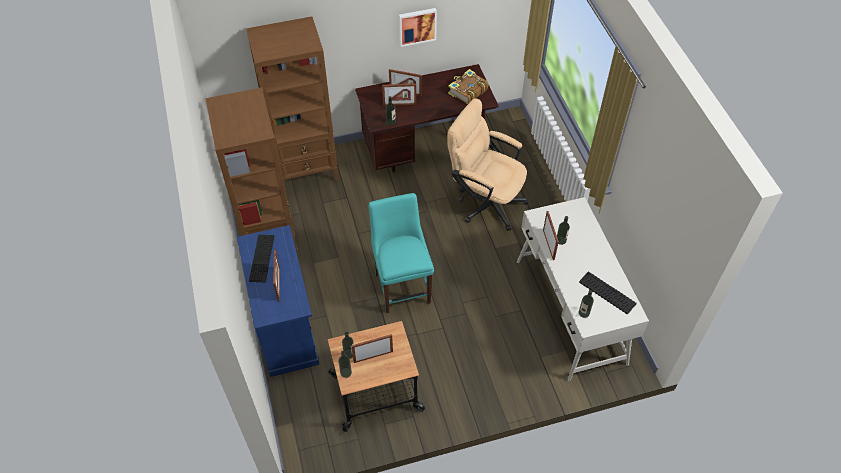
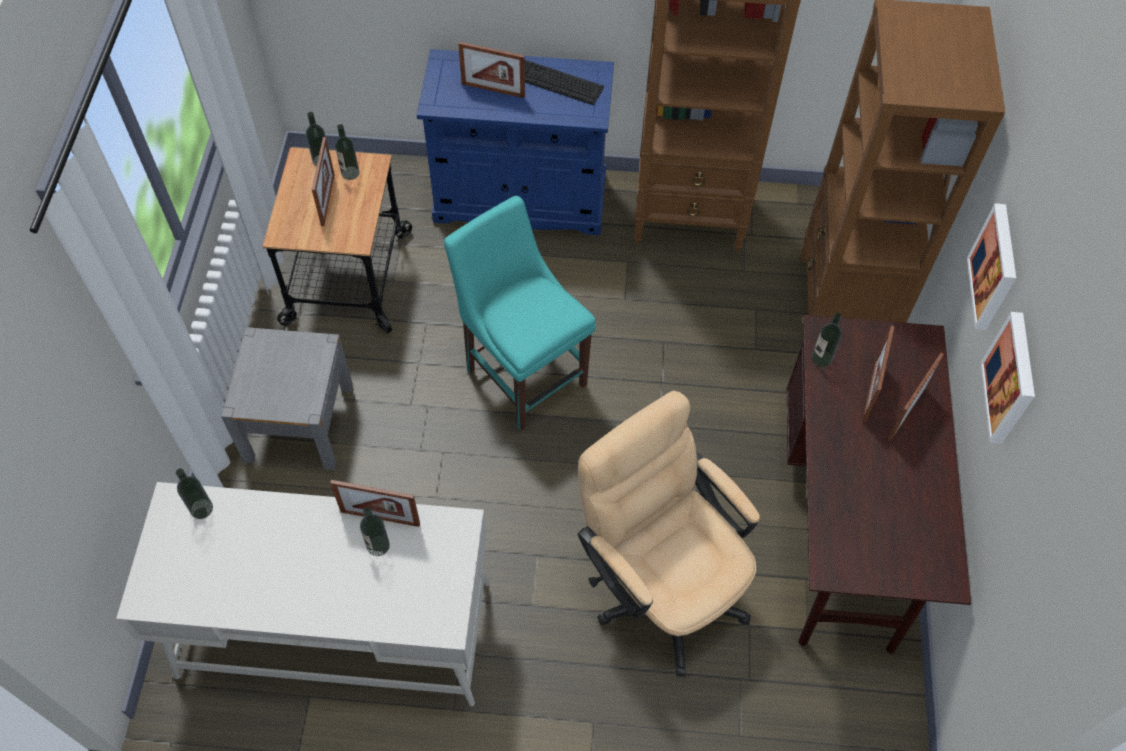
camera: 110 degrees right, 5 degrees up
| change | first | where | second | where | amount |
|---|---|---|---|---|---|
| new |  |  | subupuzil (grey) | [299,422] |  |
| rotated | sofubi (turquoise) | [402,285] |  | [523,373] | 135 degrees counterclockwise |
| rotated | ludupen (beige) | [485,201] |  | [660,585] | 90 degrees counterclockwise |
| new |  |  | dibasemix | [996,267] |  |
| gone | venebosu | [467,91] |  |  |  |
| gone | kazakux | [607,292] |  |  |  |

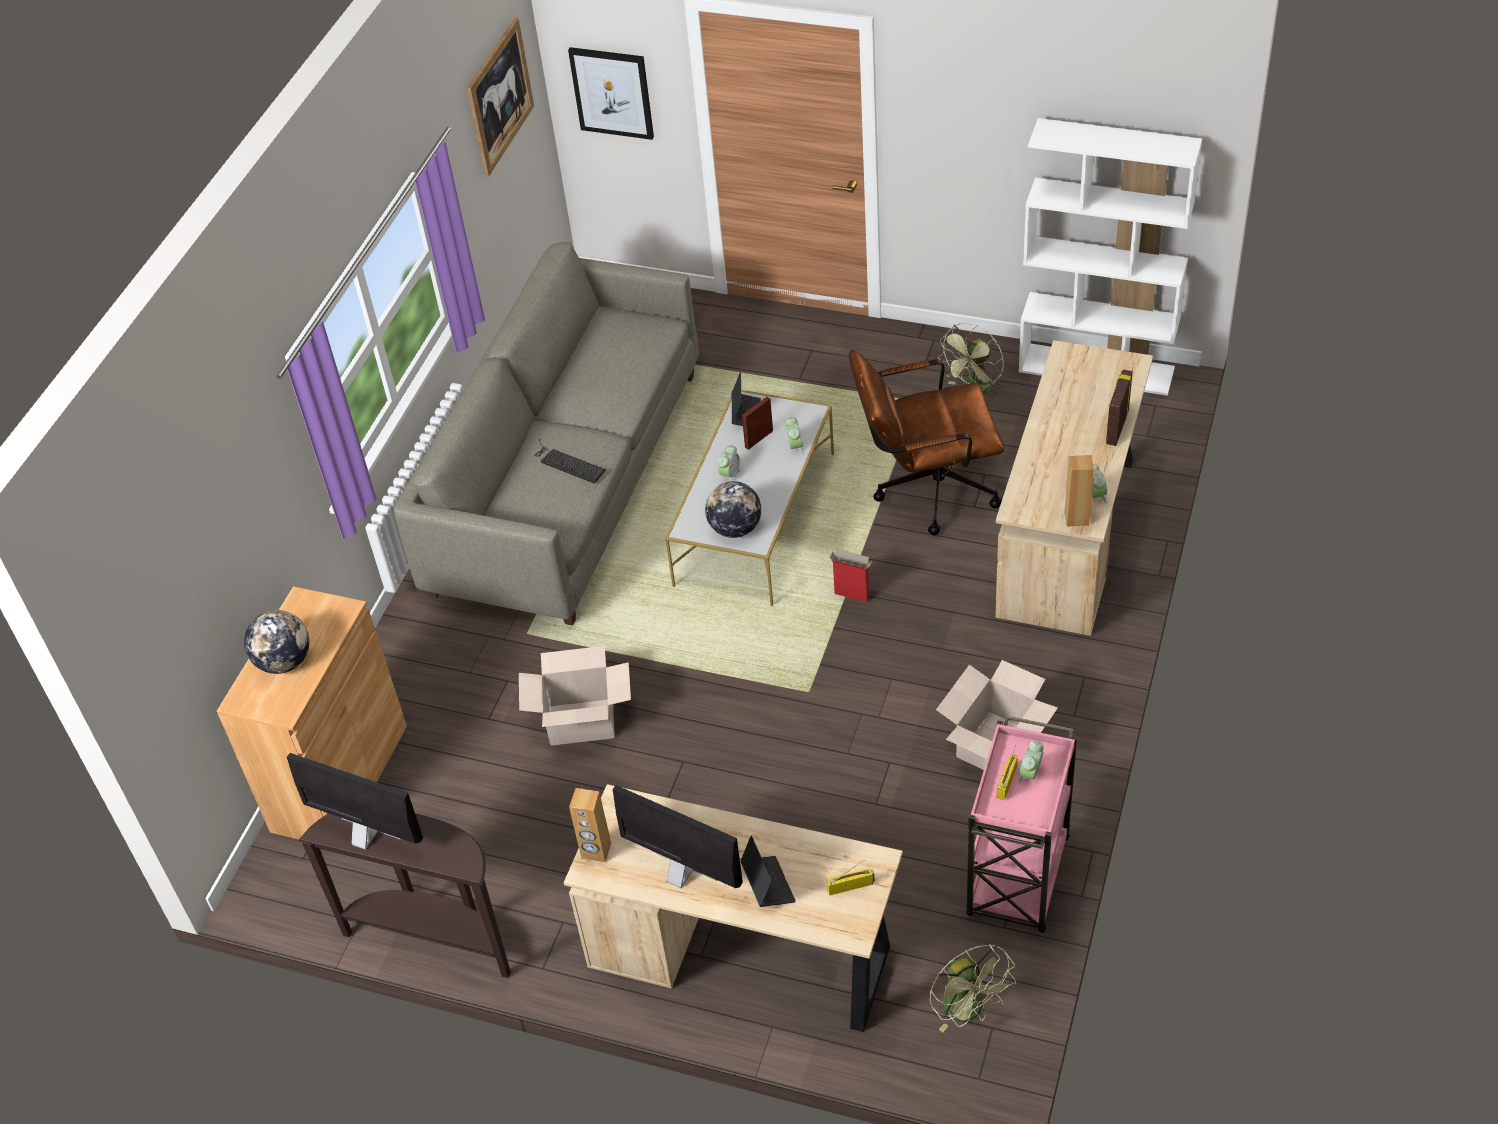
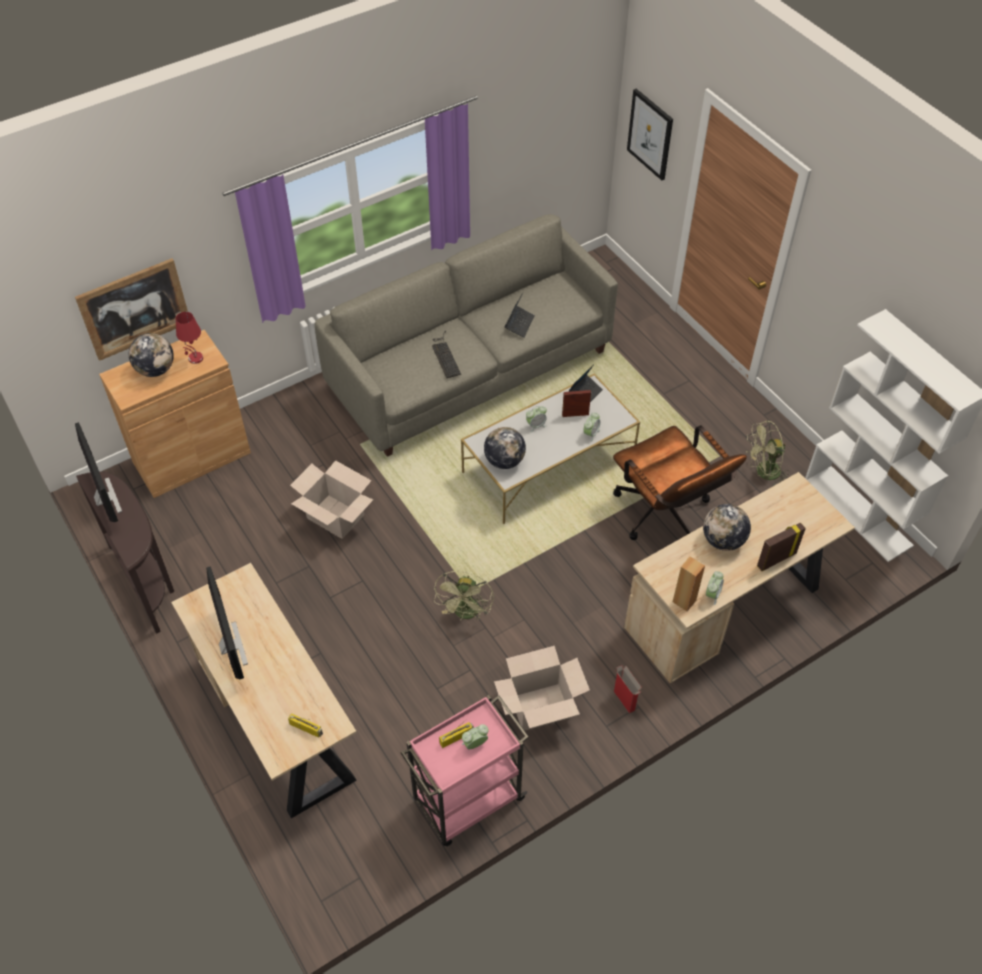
camera: 35 degrees right, 5 degrees up
| change | first | where | second | where | amount |
|---|---|---|---|---|---|
| shifted | dibasemix | [499,97] |  | [134,309] |  |
| new |  |  | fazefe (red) | [195,358] |  |
| shifted | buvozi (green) | [969,1010] |  | [466,613] |  |
| shifted | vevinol | [768,884] |  | [519,324] |  |
| rotated | ludupen (brown) | [926,490] |  | [666,516] | 150 degrees counterclockwise |
| shifted | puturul | [852,595] |  | [624,701] |  |
| new |  |  | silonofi | [723,540] |  |
| gone | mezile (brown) | [596,851] |  |  |  |

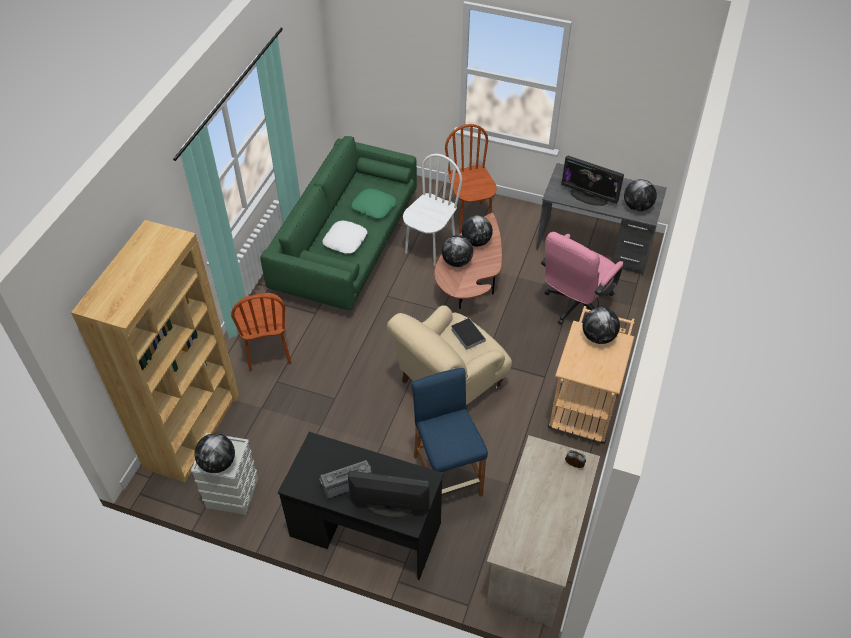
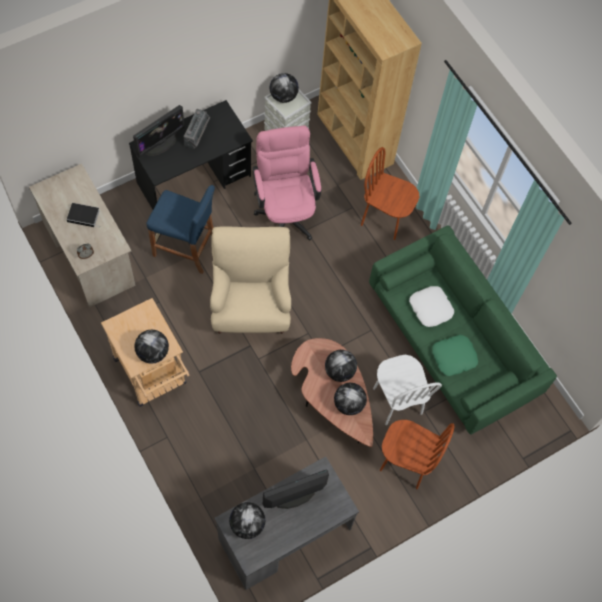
camera: 125 degrees right, 15 degrees up
| change | first | where | second | where | amount |
|---|---|---|---|---|---|
| shifted | venebosu | [467,334] |  | [84,216] |  |
| shifted | ludupen (pink) | [574,306] |  | [285,212] |  |

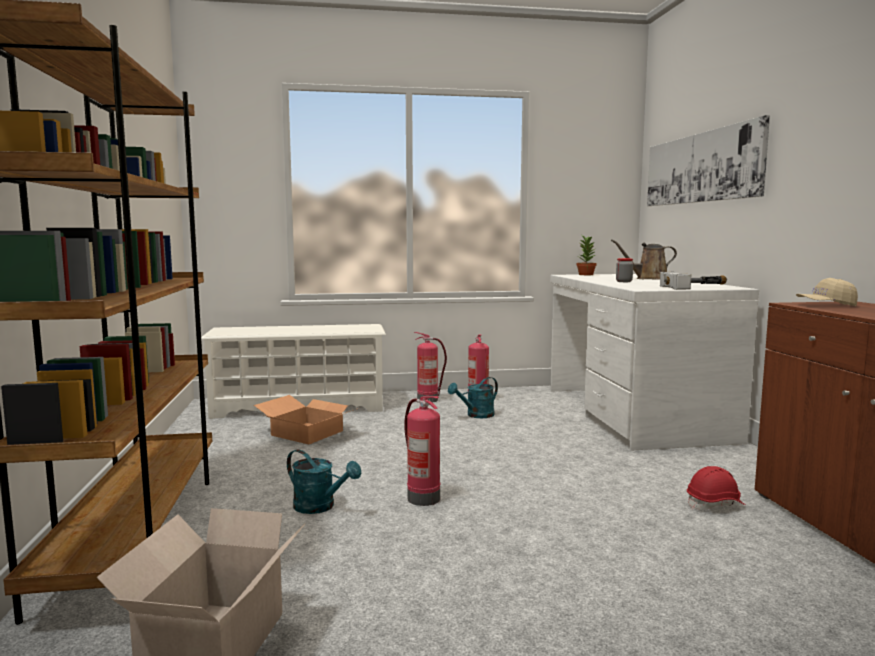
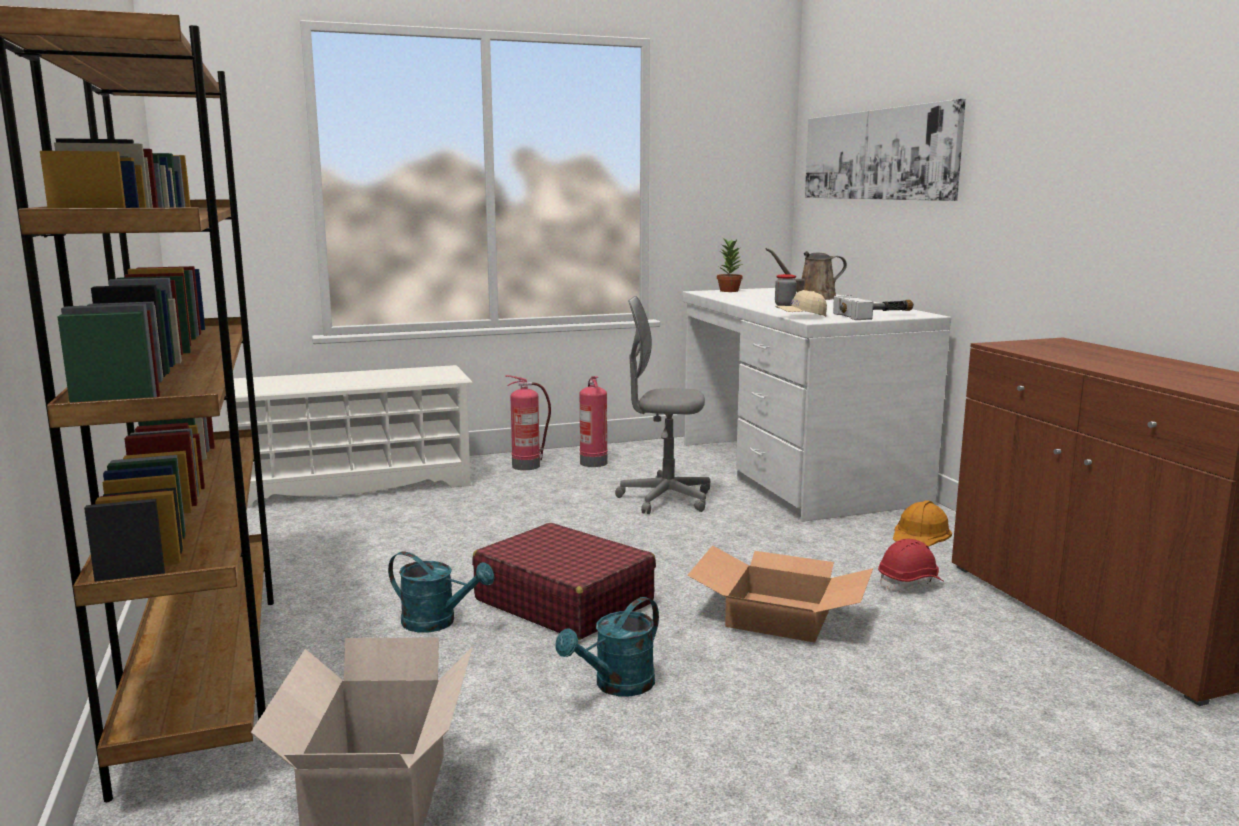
camera: 10 degrees left, 5 degrees up
| change | first | where | second | where | amount |
|---|---|---|---|---|---|
| swapped | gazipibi | [422,498] | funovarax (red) | [563,601] |  |
| shifted | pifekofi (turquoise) | [476,415] |  | [616,686] |  |
| new |  |  | ludupen (grey) | [665,499] |  |
| shifted | puturul | [308,433] |  | [781,616] |  |
| shifted | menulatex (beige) | [826,305] |  | [801,316] |  |
| new |  |  | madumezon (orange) | [921,534] |  |

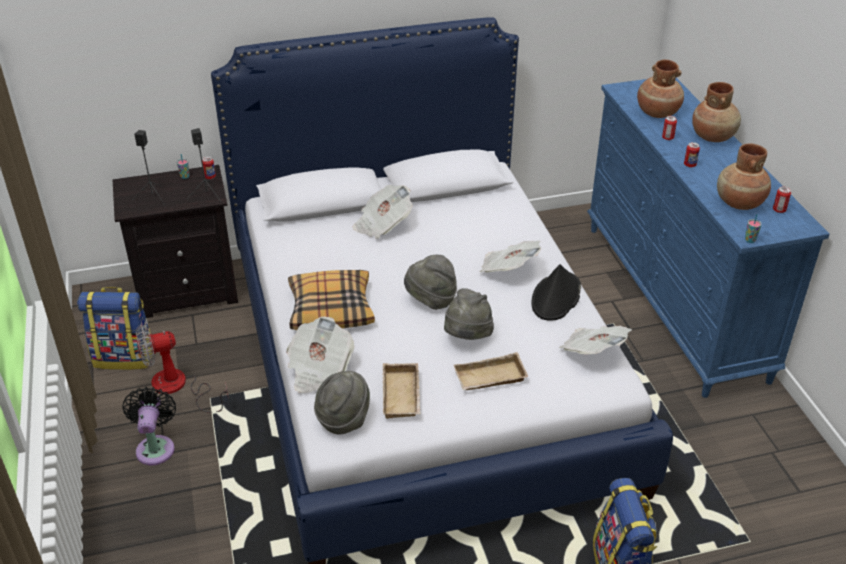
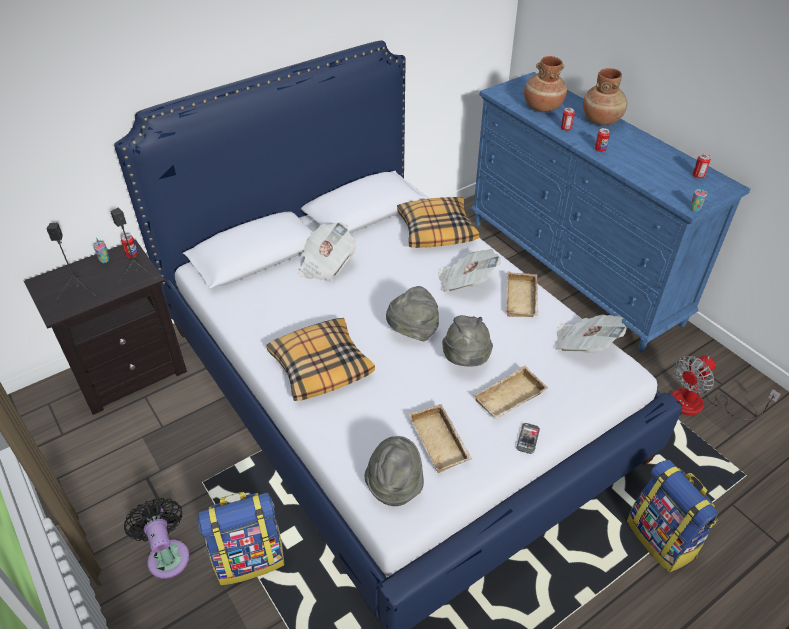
camera: 20 degrees left, 5 degrees up
| change | first | where | second | where | amount |
|---|---|---|---|---|---|
| shifted | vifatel | [125,357] |  | [250,557] |  |
| new |  |  | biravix | [436,230] |  |
| swapped | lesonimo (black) | [556,297] | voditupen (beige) | [522,299] |  |
| new |  |  | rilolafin | [528,439] |  |
| shifted | buvozi | [178,387] |  | [699,404] |  |
| gone | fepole | [319,370] |  |  |  |
| gone | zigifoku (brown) | [739,203] |  |  |  |

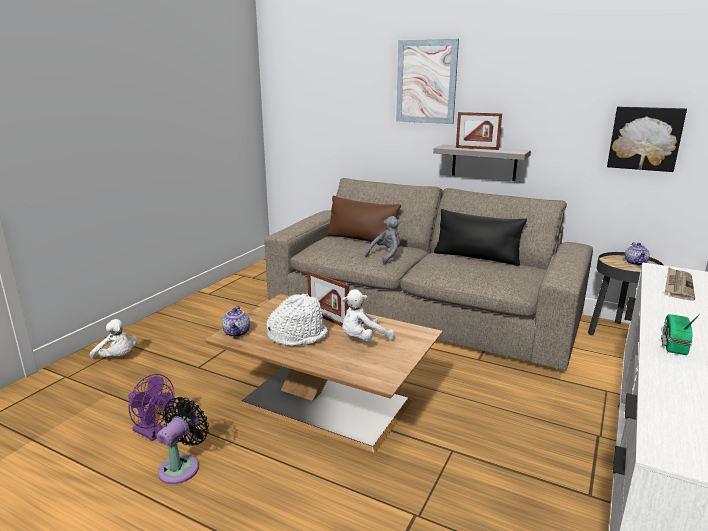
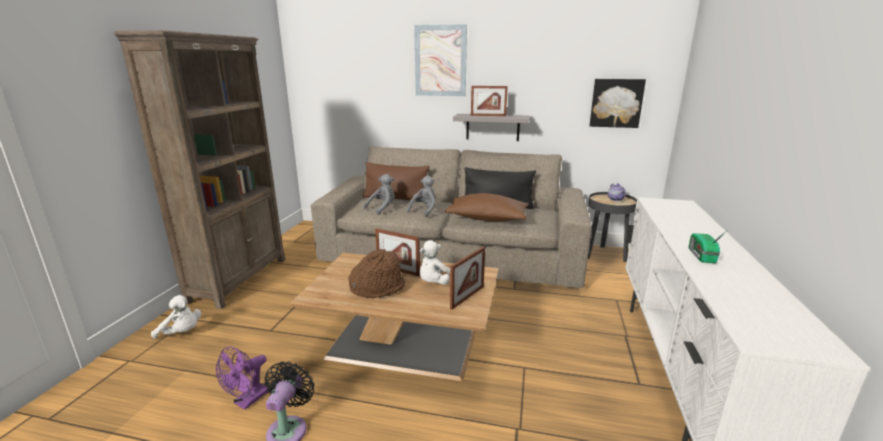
camera: 15 degrees left, 0 degrees up
| change | first | where | second | where | amount |
|---|---|---|---|---|---|
| new |  |  | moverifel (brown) | [239,279] |  |
| rotated | buvozi (purple) | [154,433] |  | [247,401] | 105 degrees clockwise |
| repainted | lesonimo (white) | [298,335] | lesonimo (brown) | [377,288] |  |
| new |  |  | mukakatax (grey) | [382,208] |  |
| new |  |  | biravix (brown) | [487,219] |  |
| new |  |  | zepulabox | [467,297] |  |
| gone | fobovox | [237,333] |  |  |  |
| gone | fepole | [678,285] |  |  |  |

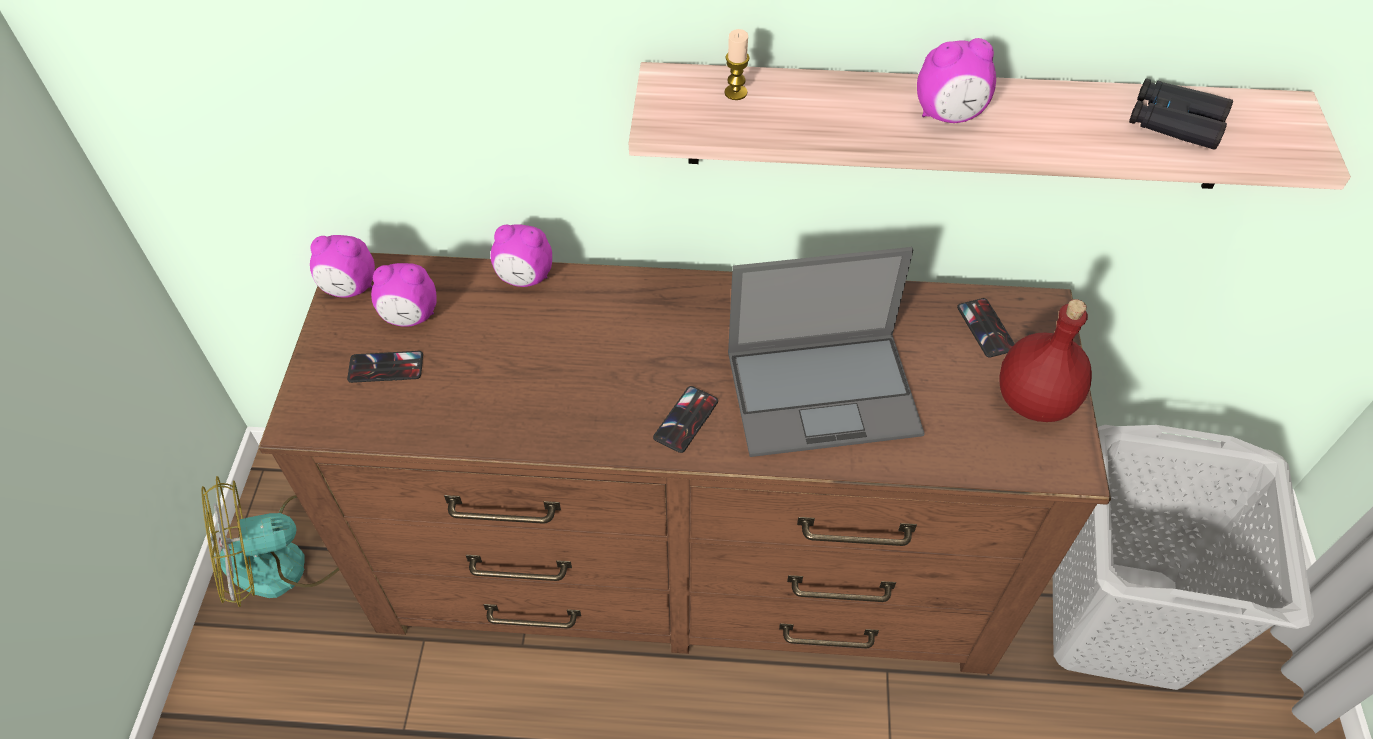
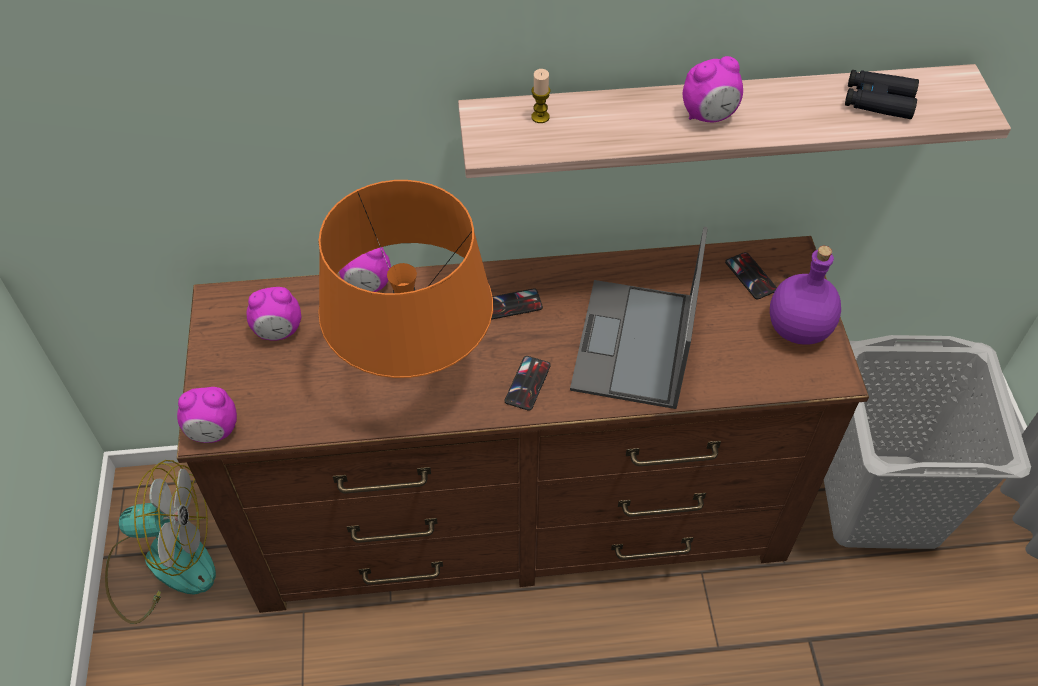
camera: 10 degrees left, 0 degrees up
| change | first | where | second | where | amount |
|---|---|---|---|---|---|
| rotated | buvozi | [285,559] |  | [163,563] | 150 degrees counterclockwise |
| shifted | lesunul | [350,288] |  | [213,431] |  |
| new |  |  | fazefe (orange) | [414,372] |  |
| shifted | rilolafin | [385,367] |  | [511,305] |  |
| rotated | vevinol | [825,392] |  | [634,345] | 120 degrees clockwise |
| repainted | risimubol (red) | [1033,401] | risimubol (purple) | [797,329] |  |

